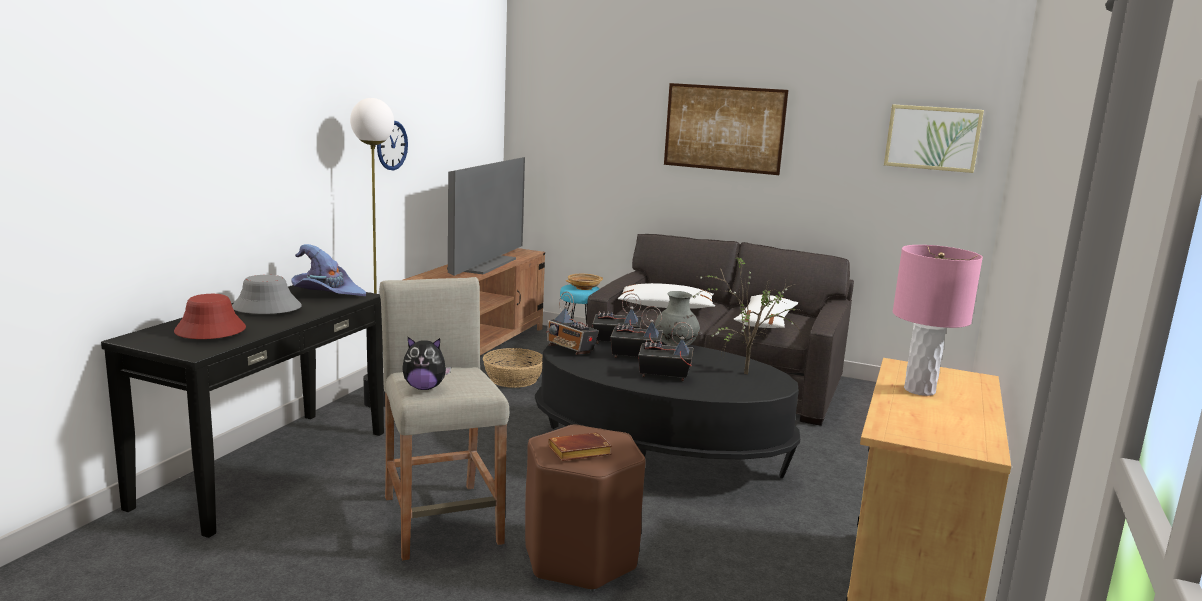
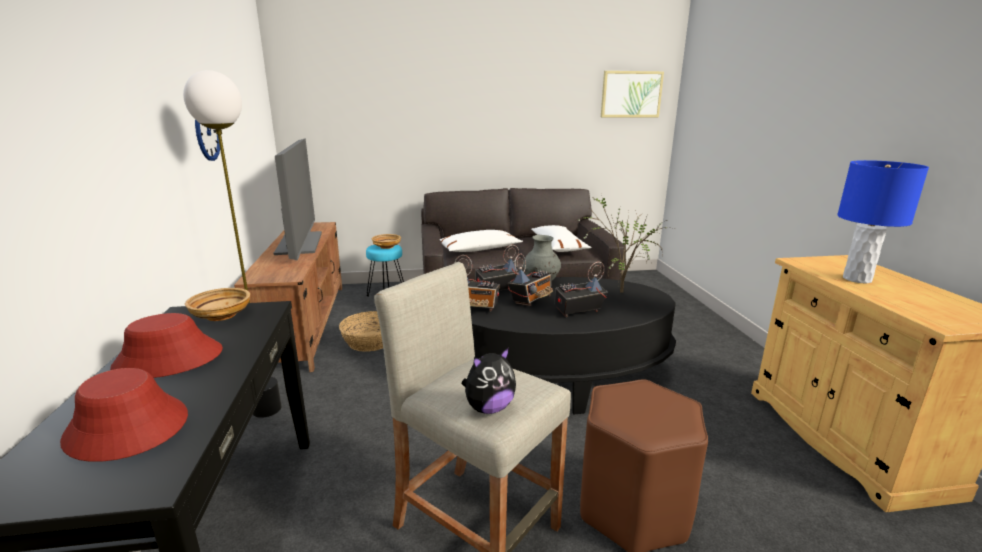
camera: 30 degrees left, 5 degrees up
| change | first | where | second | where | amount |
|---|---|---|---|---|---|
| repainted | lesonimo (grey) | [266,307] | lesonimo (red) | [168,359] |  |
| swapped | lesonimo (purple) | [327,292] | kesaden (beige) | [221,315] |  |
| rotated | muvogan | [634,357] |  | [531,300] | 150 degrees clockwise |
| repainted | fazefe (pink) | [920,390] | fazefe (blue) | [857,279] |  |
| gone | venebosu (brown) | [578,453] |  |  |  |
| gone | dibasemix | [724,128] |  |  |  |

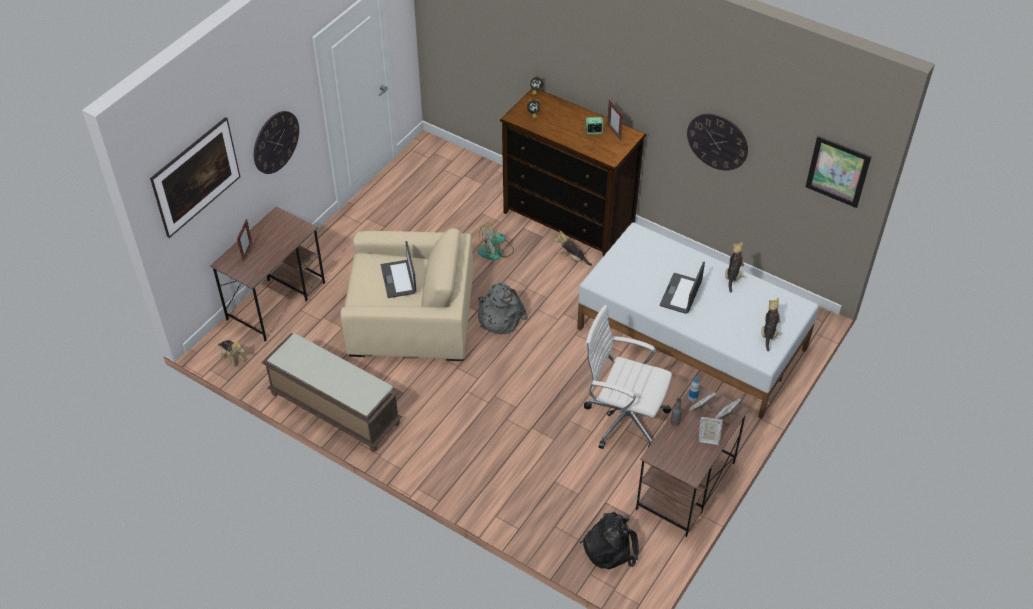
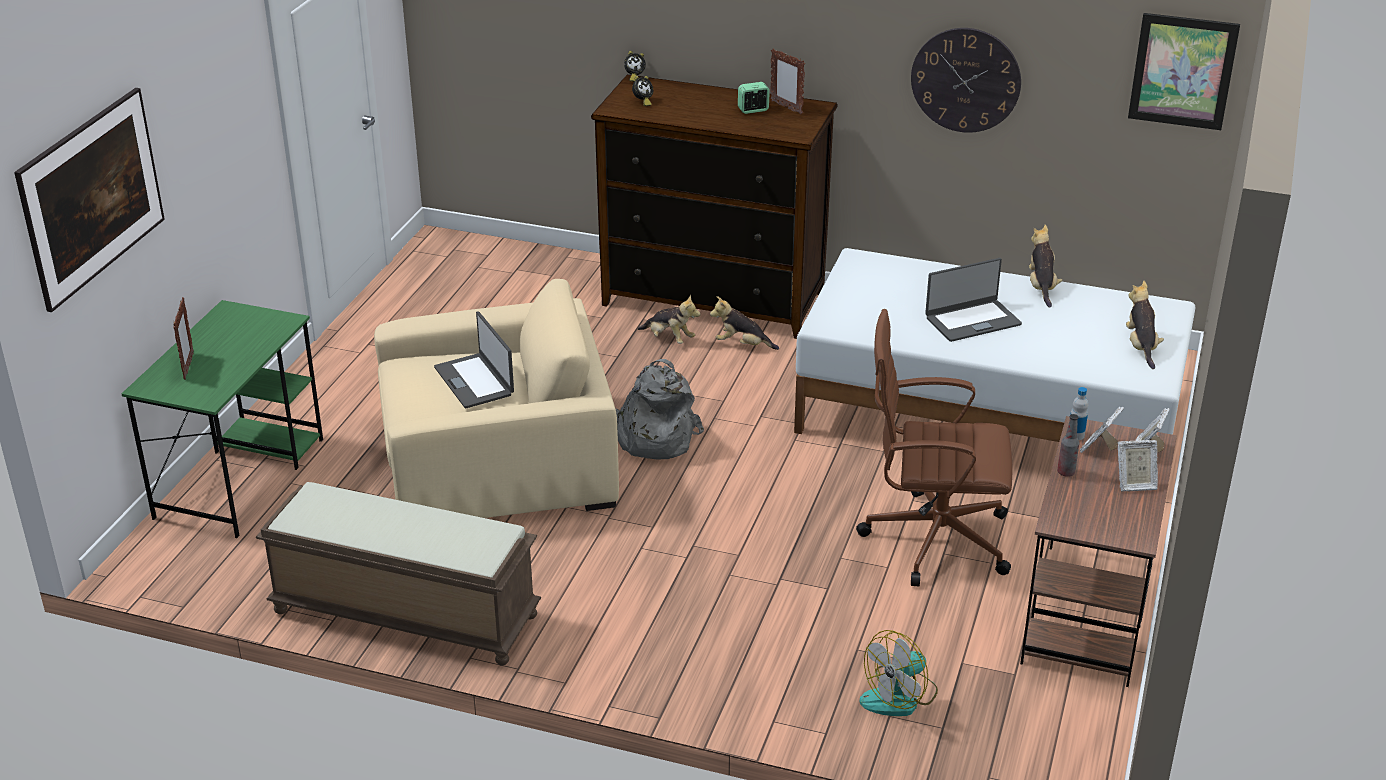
camera: 15 degrees left, 15 degrees down
| change | first | where | second | where | amount |
|---|---|---|---|---|---|
| repainted | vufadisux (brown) | [276,300] | vufadisux (green) | [241,477] |  |
| shifted | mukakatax | [232,357] |  | [669,339] |  |
| repainted | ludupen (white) | [623,418] | ludupen (brown) | [932,539] |  |
| shifted | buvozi | [495,251] |  | [900,697] |  |
| rotated | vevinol | [681,294] |  | [972,320] | 120 degrees counterclockwise |
| gone | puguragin | [276,142] |  |  |  |
| gone | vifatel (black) | [610,546] |  |  |  |

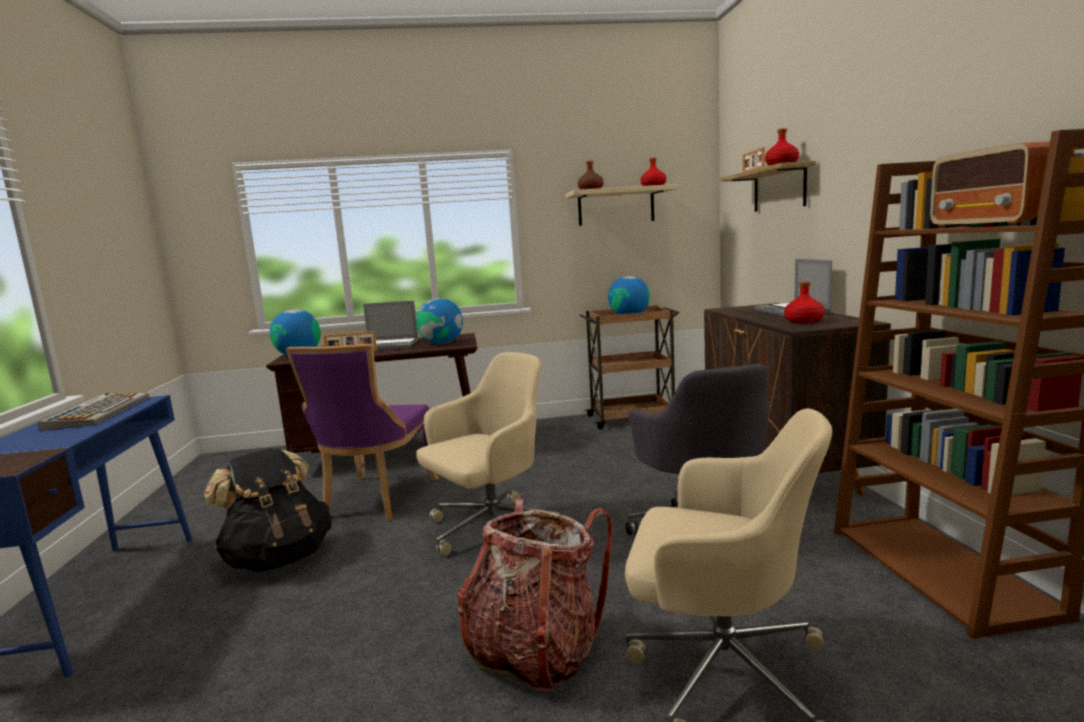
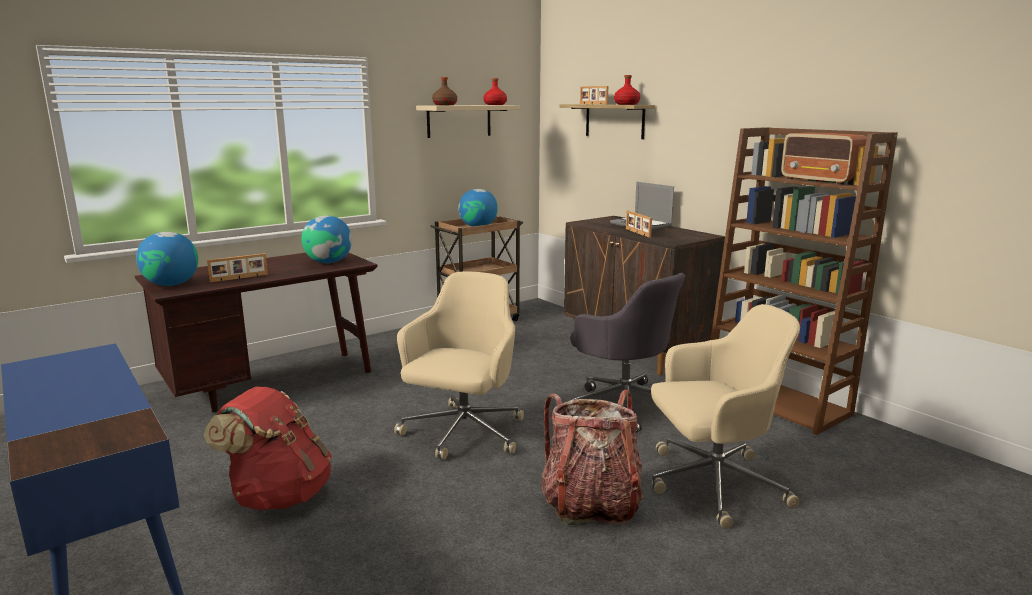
camera: 30 degrees left, 5 degrees up
| change | first | where | second | where | amount |
|---|---|---|---|---|---|
| repainted | vifatel (black) | [279,558] | vifatel (red) | [279,495] |  |
| new |  |  | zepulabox | [637,233] |  |
| gone | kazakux | [98,412] |  |  |  |
| gone | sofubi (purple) | [376,499] |  |  |  |
| gone | vevinol | [389,346] |  |  |  |
| gone | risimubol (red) | [803,321] |  |  |  |

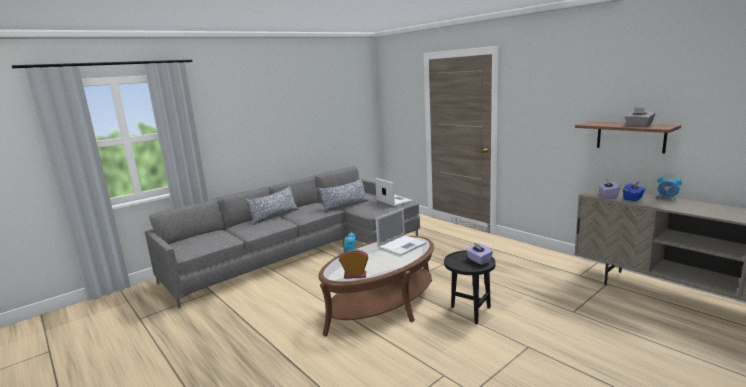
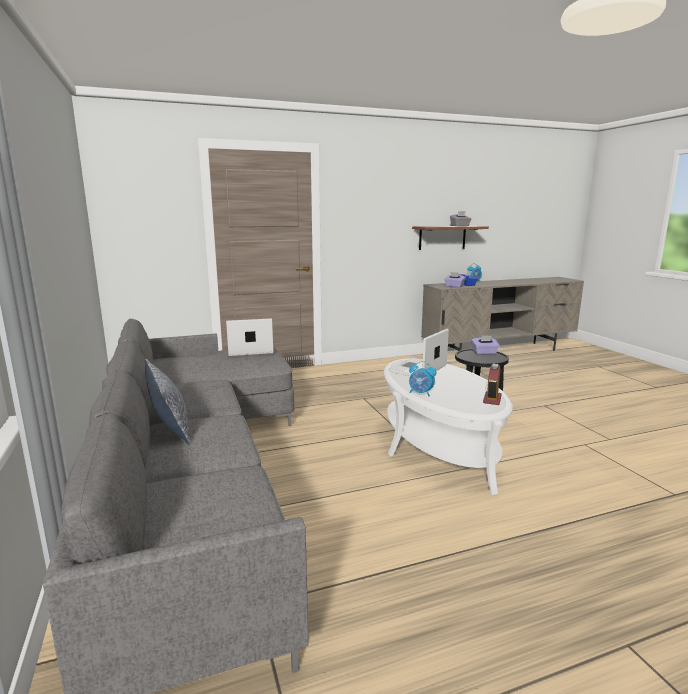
camera: 70 degrees left, 0 degrees up
| change | first | where | second | where | amount |
|---|---|---|---|---|---|
| repainted | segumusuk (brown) | [382,305] | segumusuk (white) | [438,446] |  |
| rotated | vevinol | [402,245] |  | [417,369] | 120 degrees counterclockwise |
| gone | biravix | [344,206] |  |  |  |

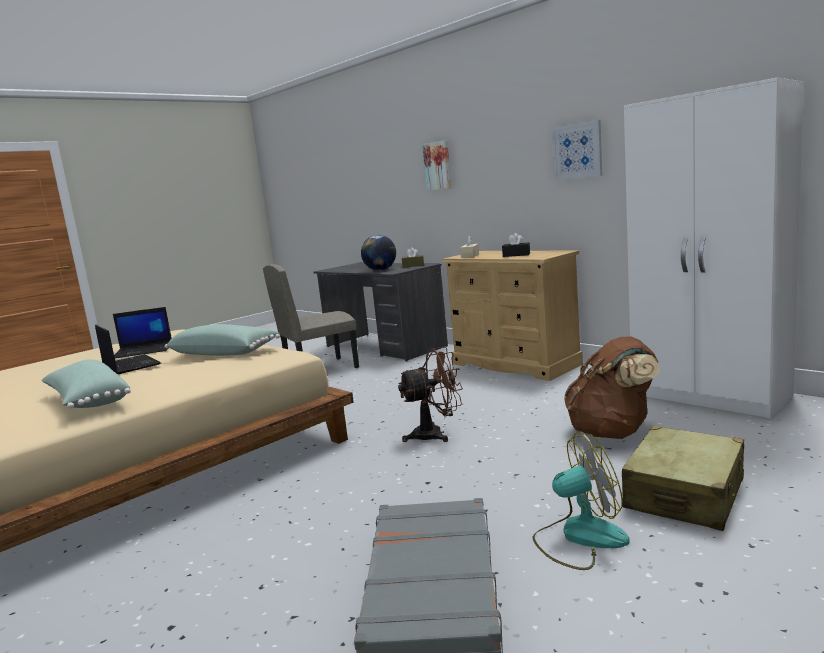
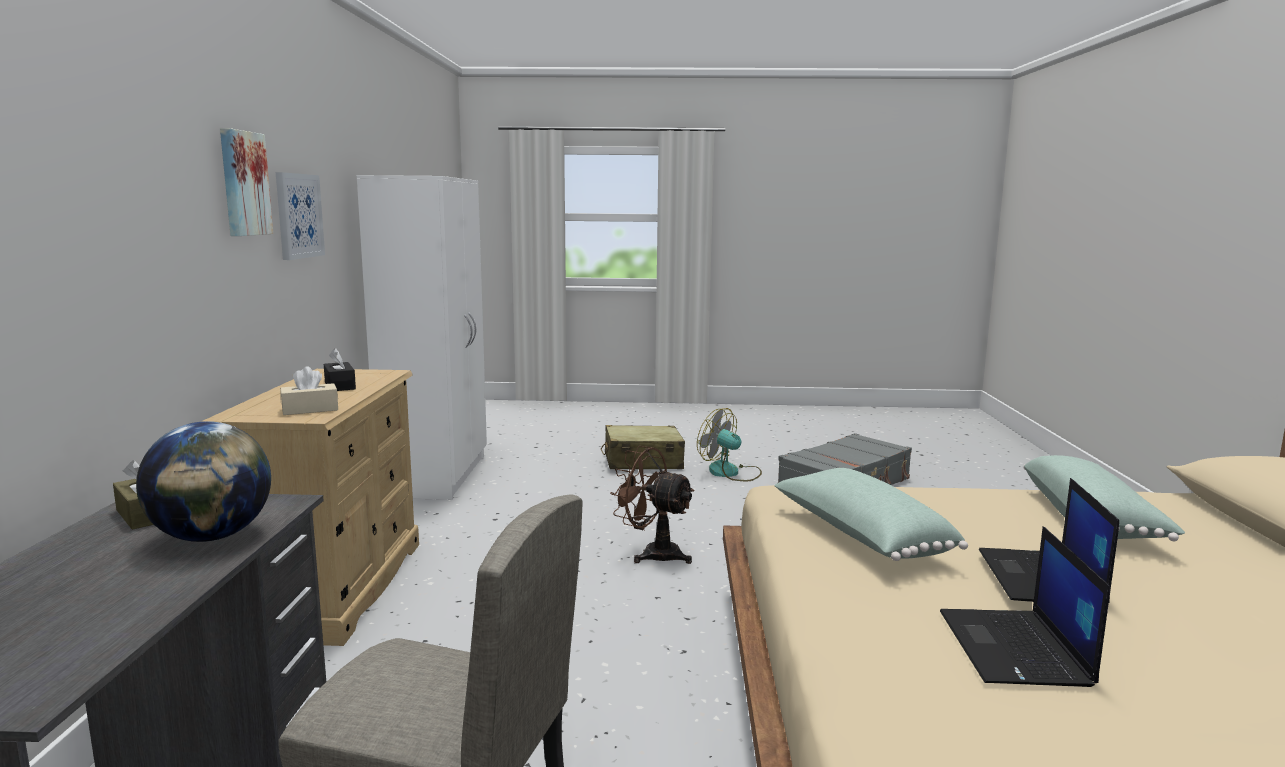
camera: 135 degrees left, 0 degrees up
| change | first | where | second | where | amount |
|---|---|---|---|---|---|
| shifted | dibasemix | [438,166] |  | [243,183] |  |
| rotated | vevinol | [144,350] |  | [1015,649] | 120 degrees counterclockwise |
| gone | vifatel (brown) | [612,432] |  |  |  |

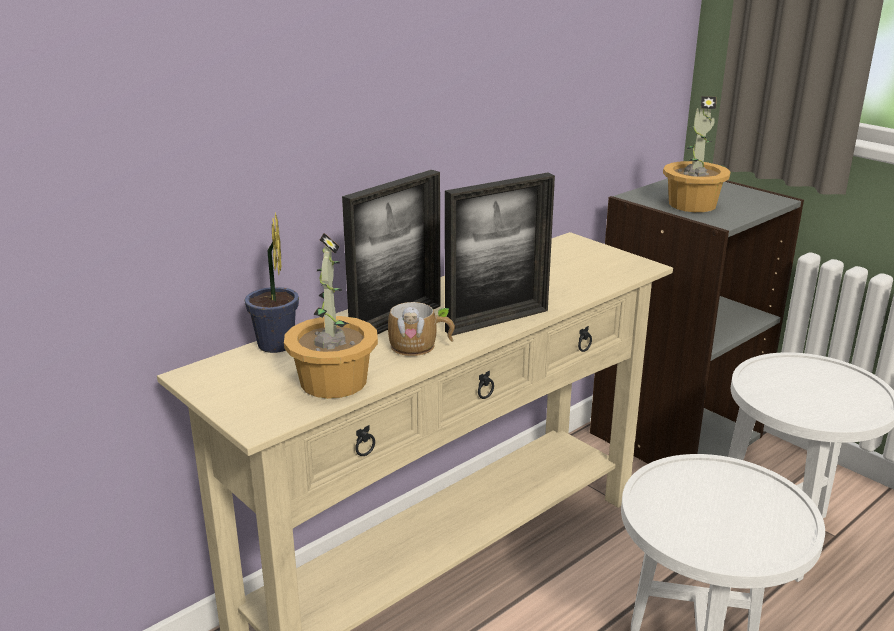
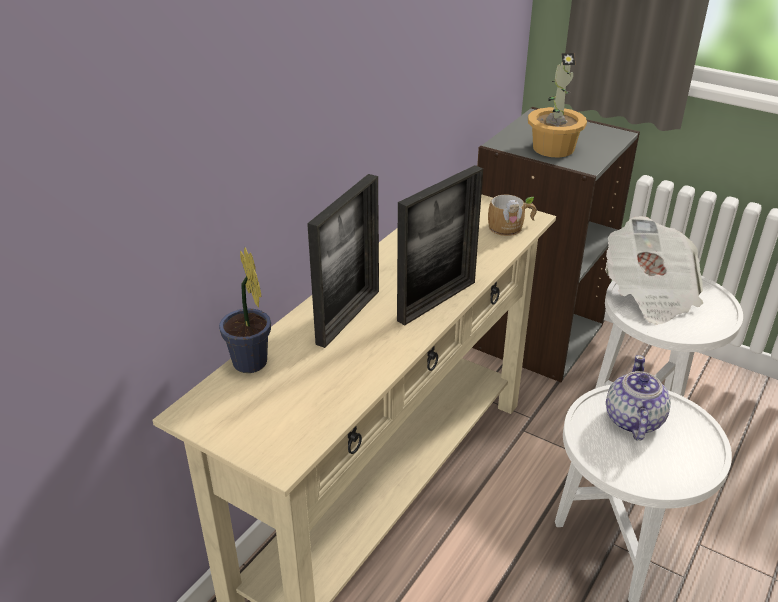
camera: 15 degrees left, 10 degrees up
| change | first | where | second | where | amount |
|---|---|---|---|---|---|
| shifted | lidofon | [421,346] |  | [511,227] |  |
| new |  |  | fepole | [649,293] |  |
| new |  |  | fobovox | [633,420] |  |
| gone | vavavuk | [332,381] |  |  |  |

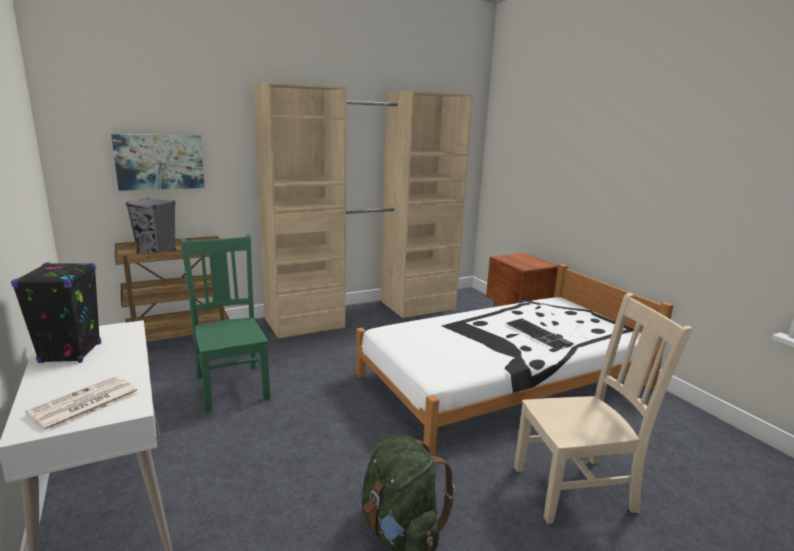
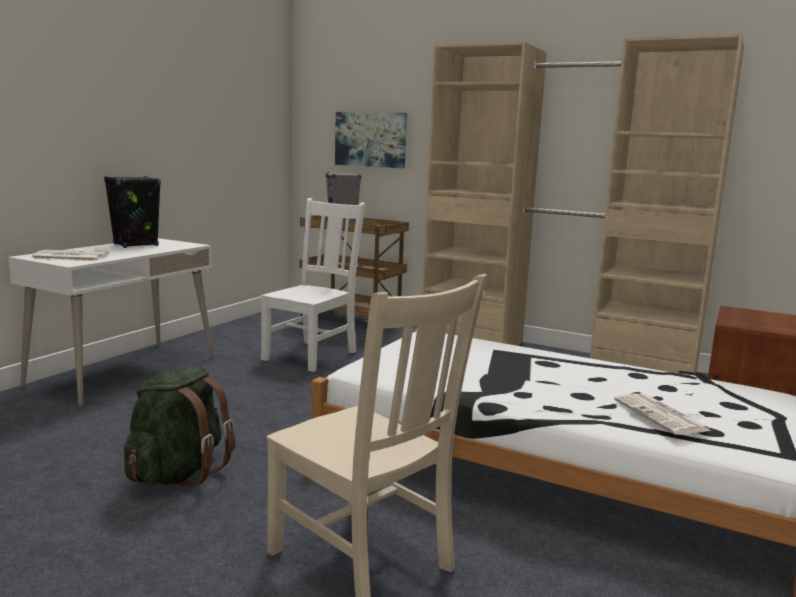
camera: 55 degrees right, 5 degrees down
| change | first | where | second | where | amount |
|---|---|---|---|---|---|
| repainted | sofubi (green) | [232,386] | sofubi (white) | [312,355] |  |
| new |  |  | fepole | [662,415] |  |
| gone | kazakux | [538,333] |  |  |  |

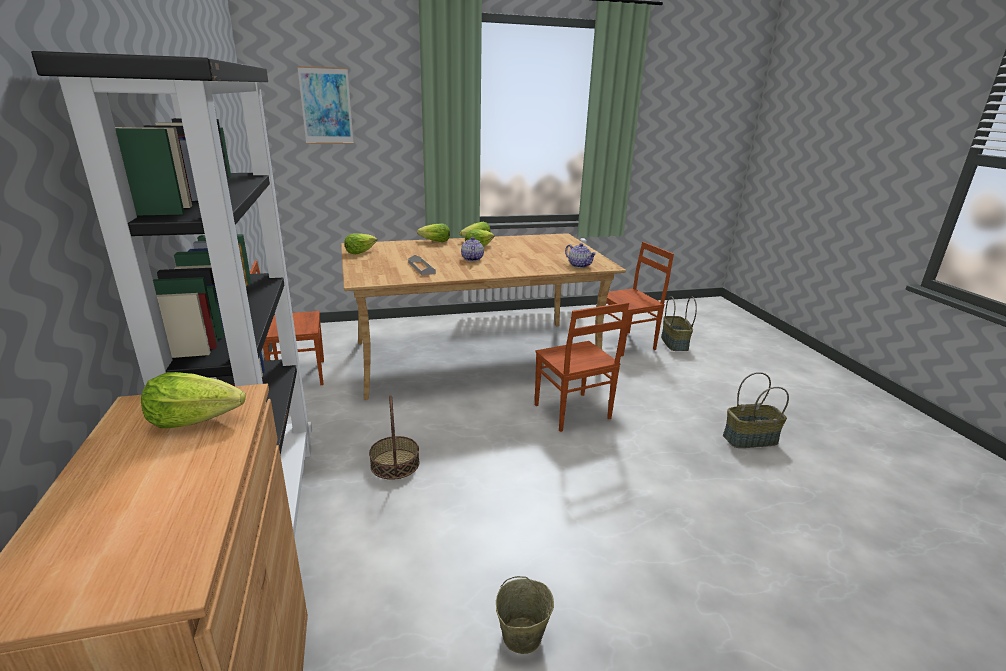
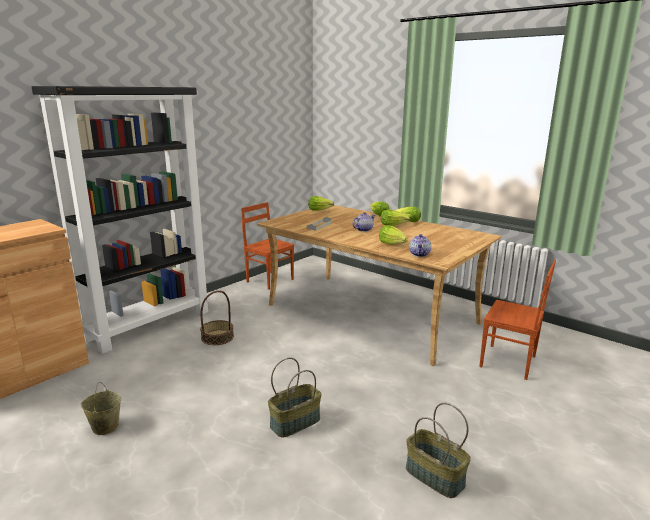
camera: 55 degrees right, 5 degrees down
| change | first | where | second | where | amount |
|---|---|---|---|---|---|
| shifted | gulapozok | [673,343] |  | [295,422] |  |
| shifted | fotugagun | [196,419] |  | [392,244] |  |
| gone | dibasemix | [326,106] |  |  |  |
| gone | sofubi (brown) | [572,412] |  |  |  |

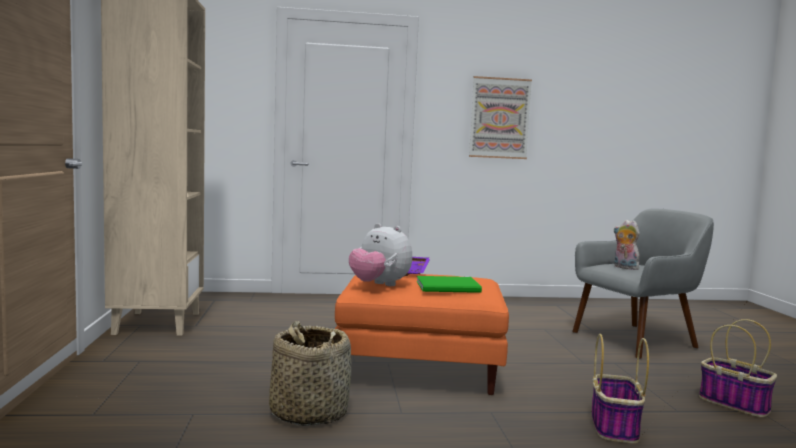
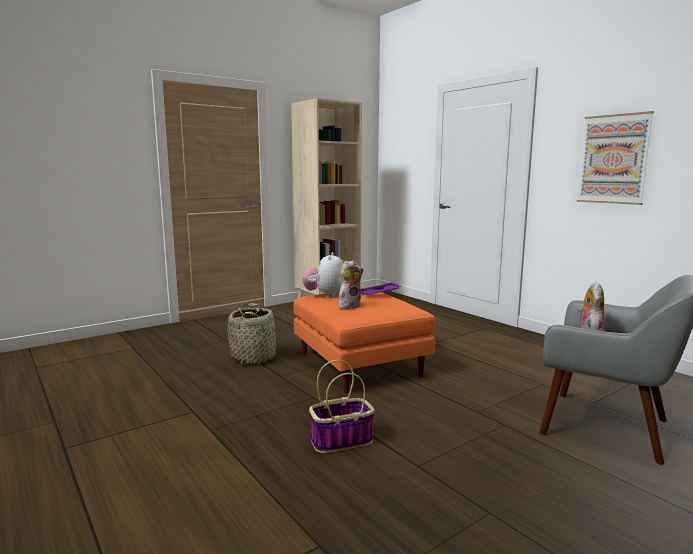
camera: 60 degrees right, 5 degrees up
| change | first | where | second | where | amount |
|---|---|---|---|---|---|
| swapped | venebosu (green) | [450,287] | mukakatax | [349,306] |  |
| gone | gulapozok | [735,404] |  |  |  |

